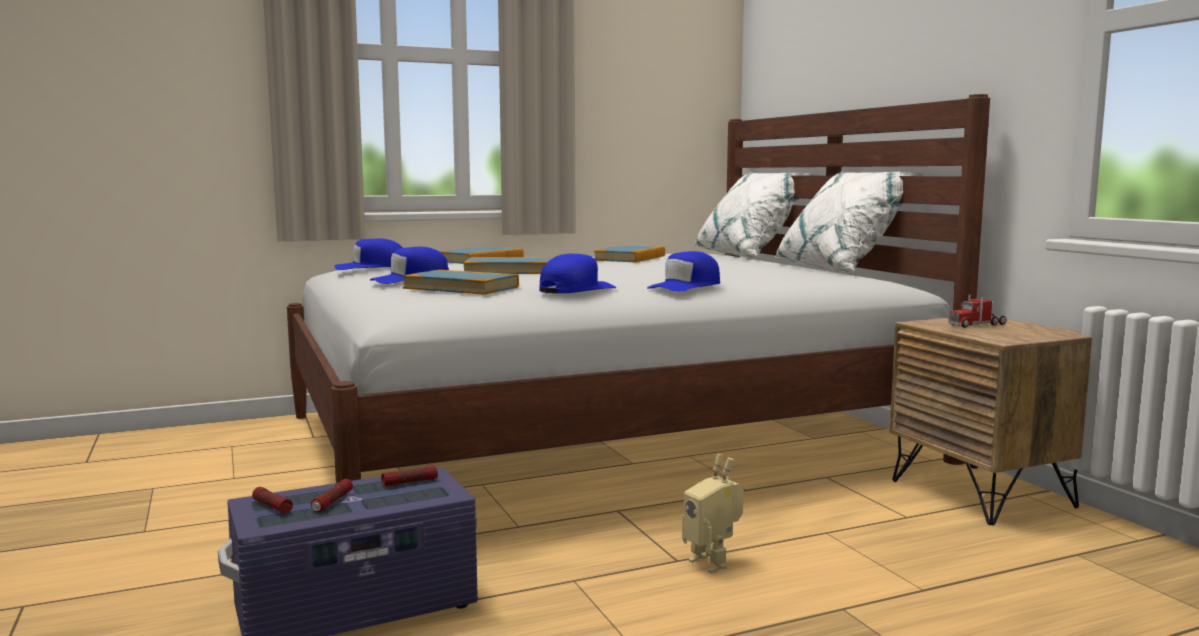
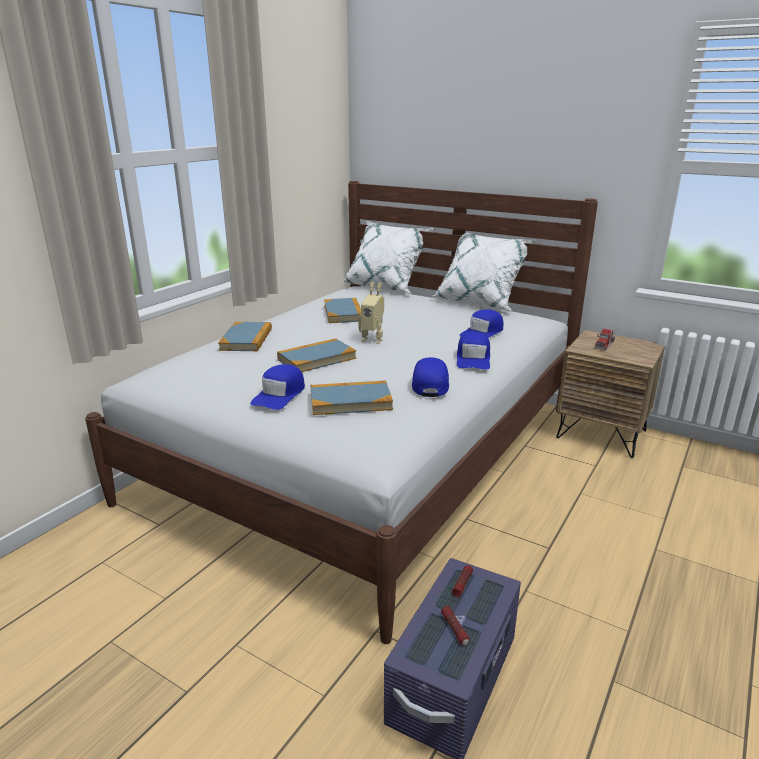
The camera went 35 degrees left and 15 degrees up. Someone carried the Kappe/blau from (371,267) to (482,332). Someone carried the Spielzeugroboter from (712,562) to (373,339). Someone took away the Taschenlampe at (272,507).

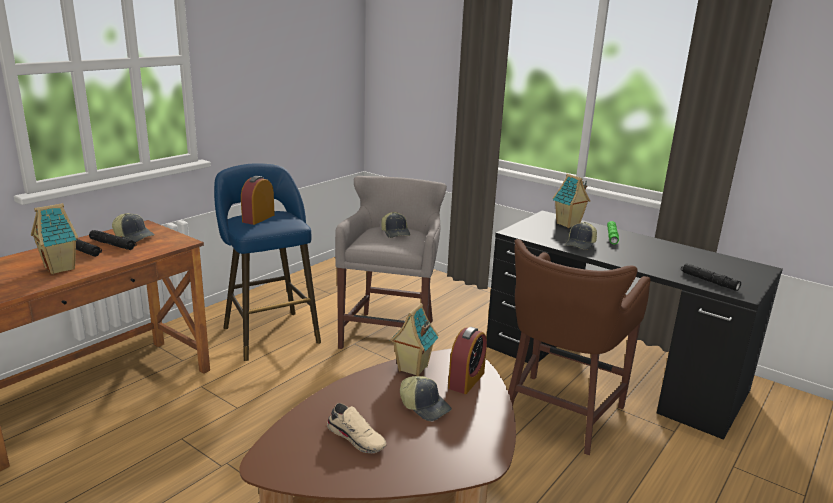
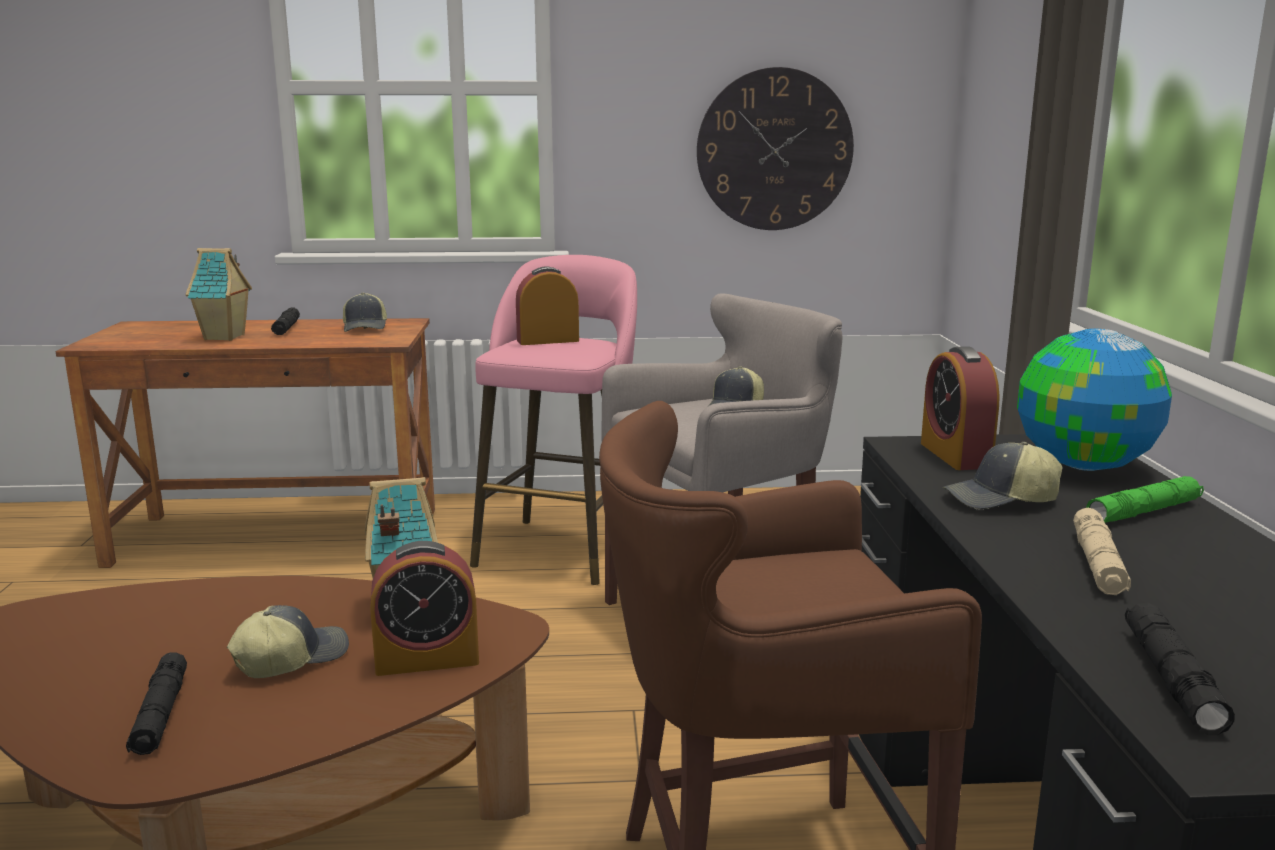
The camera went 50 degrees right and 5 degrees down. Someone repainted the Hocker/blau at (269,333), which became the Hocker/rosa at (562,547). Someone swapped the Spielzeughaus at (568,224) for the Globus at (1082,466). Someone carried the Taschenlampe/schwarz from (113,245) to (160,714). Someone rotated the Kappe at (425,406) by 135 degrees counterclockwise. Someone took away the Schuh/beige at (357,438). Someone put up the Wanduhr at (774,150). Someone put down the Wecker at (955,455). Someone put down the Taschenlampe/beige at (1097,564).

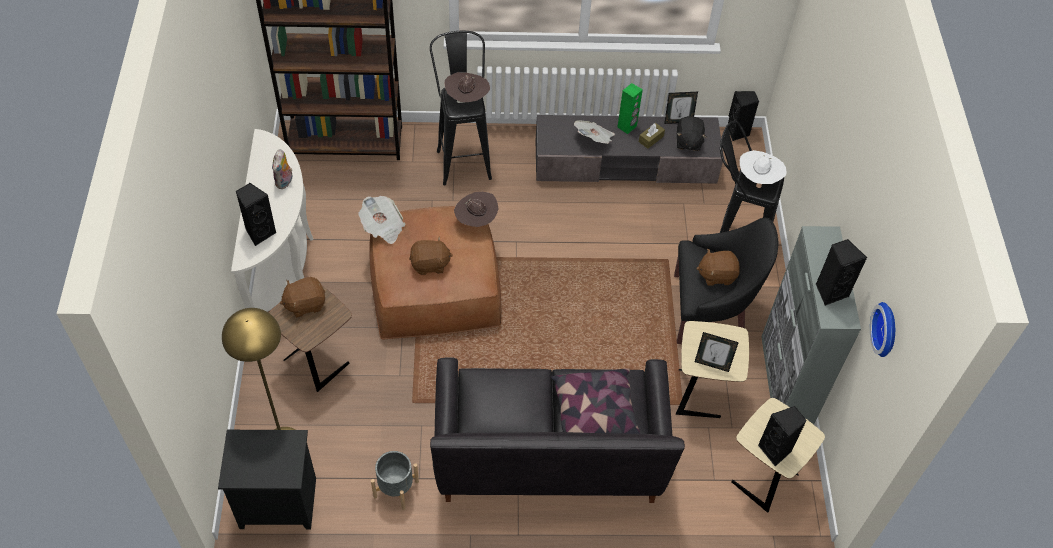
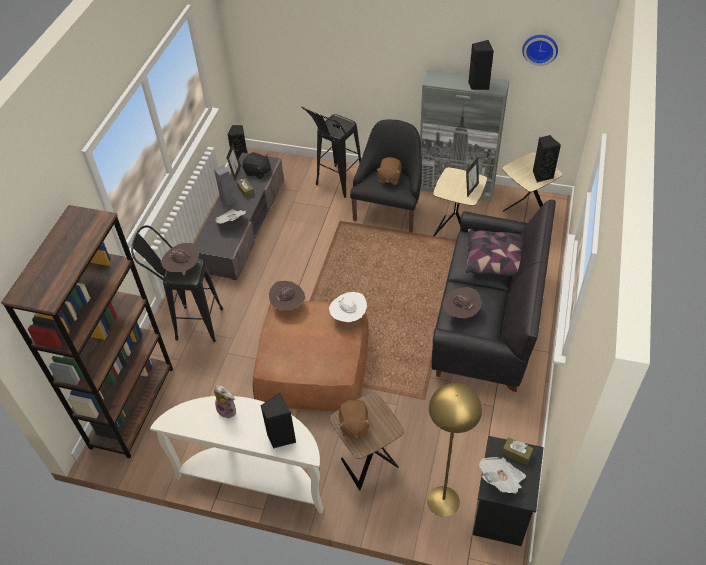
The camera went 70 degrees left and 5 degrees down. Someone repainted the Lautsprecher/grün at (627,127), which became the Lautsprecher/grau at (228,201). Someone carried the Hut/weiß from (758,179) to (348,316). Someone carried the Zeitung from (383,227) to (501,480). Someone took away the Plüschtier/braun at (430,264). Someone took away the Pflanzkübel/grau at (396,489). Someone put down the Hut/braun at (460,312). Someone put down the Taschentuchbox/braun at (516,453).

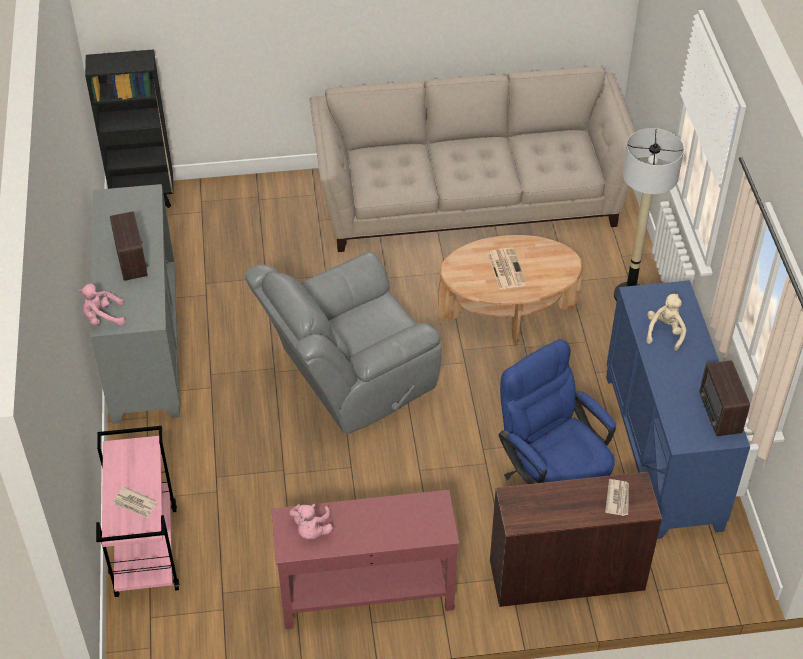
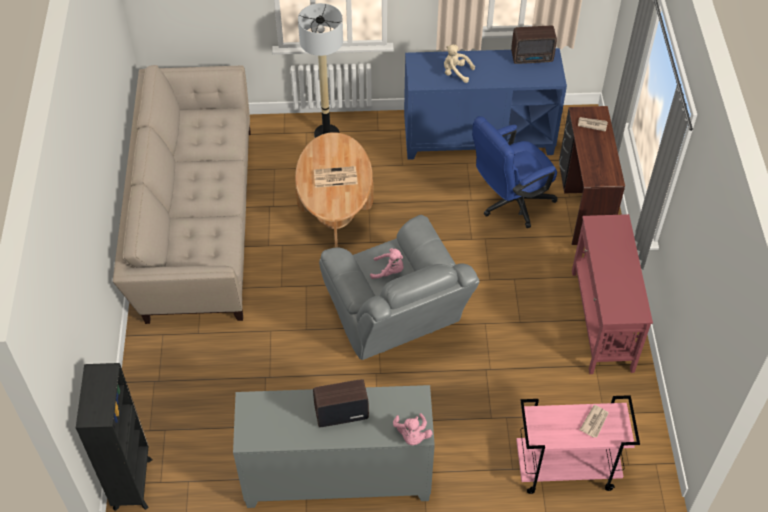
The camera went 85 degrees left and 5 degrees up. Someone carried the Plüschtier/rosa from (311,530) to (389,271).

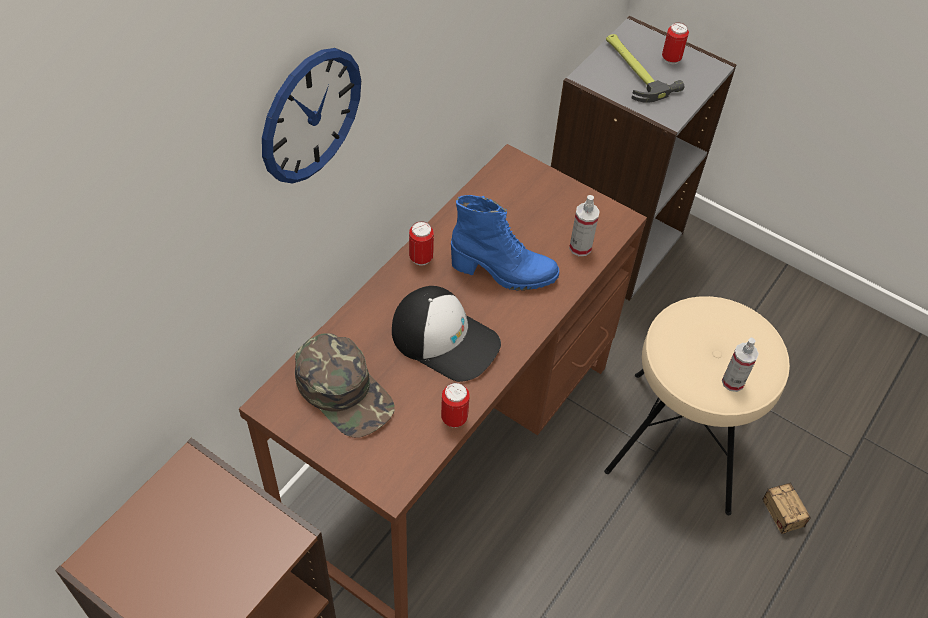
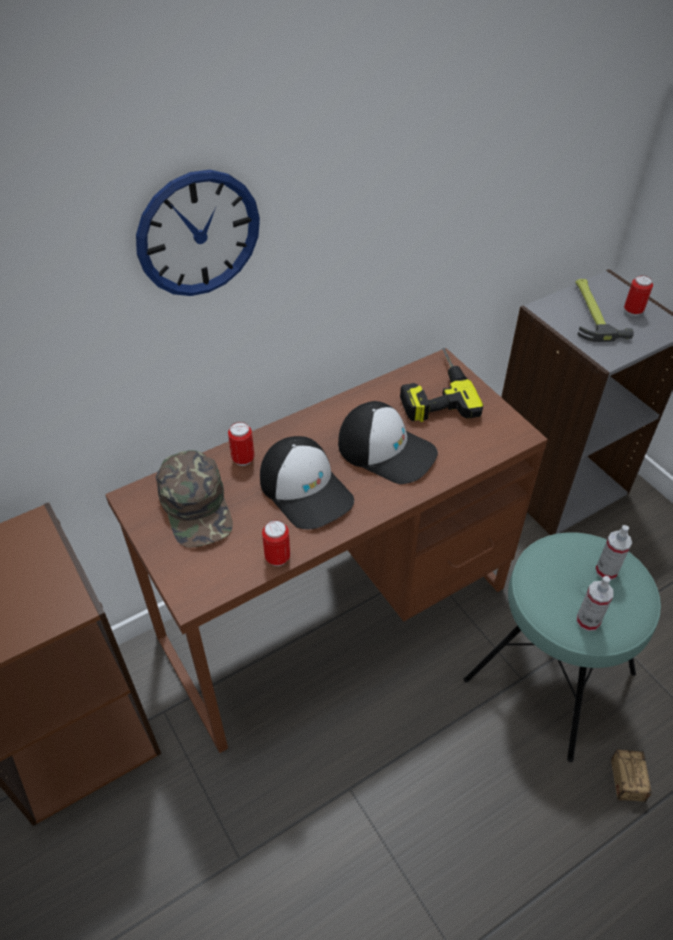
The camera went 25 degrees right and 5 degrees down. Someone swapped the Stiefel/blau at (503,273) for the Kappe at (387,450). Someone carried the Sprühflasche from (580,247) to (606,571). Someone carried the Dose from (421,258) to (243,459). Someone repainted the Hocker/beige at (681,441), which became the Hocker/türkis at (550,676). Someone put down the Bohrmaschine at (433,390).

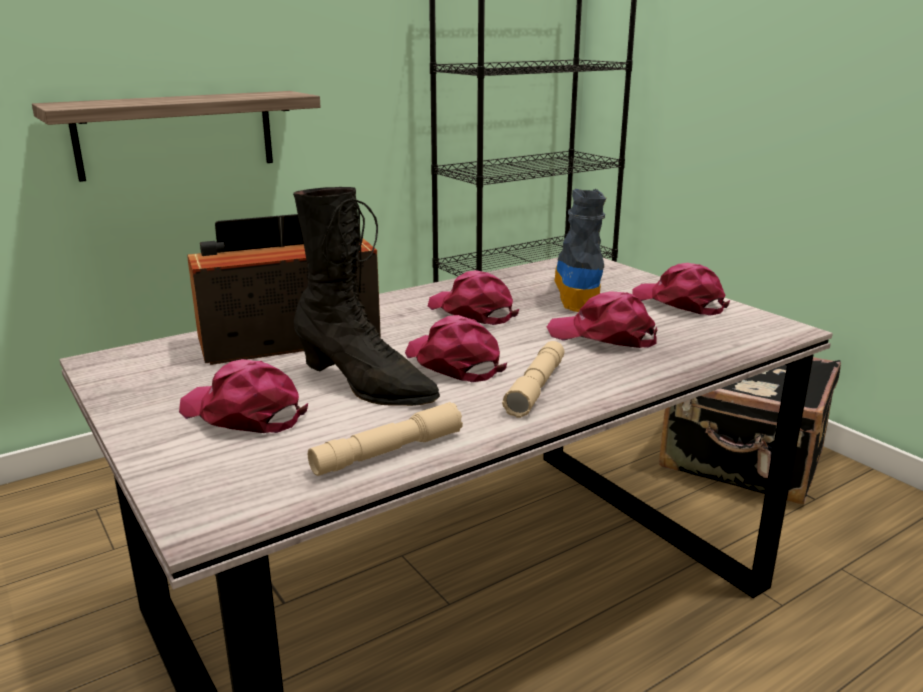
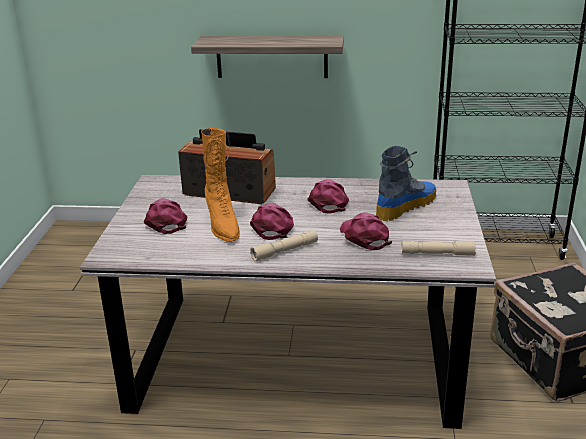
The camera went 40 degrees right and 5 degrees up. Someone repainted the Stiefel/schwarz at (365,386), which became the Stiefel/orange at (222,225). Someone took away the Kappe/rosa at (679,303). Someone carried the Taschenlampe/beige from (388,452) to (437,254).

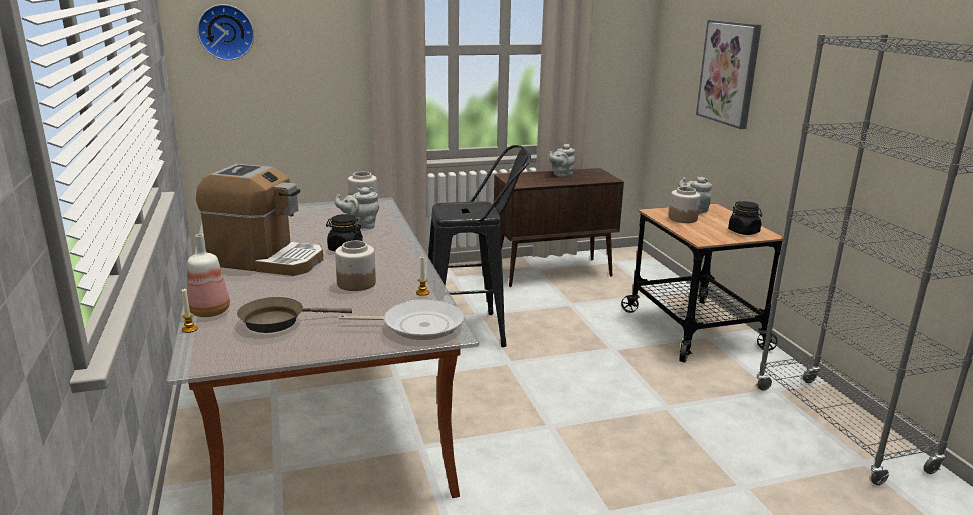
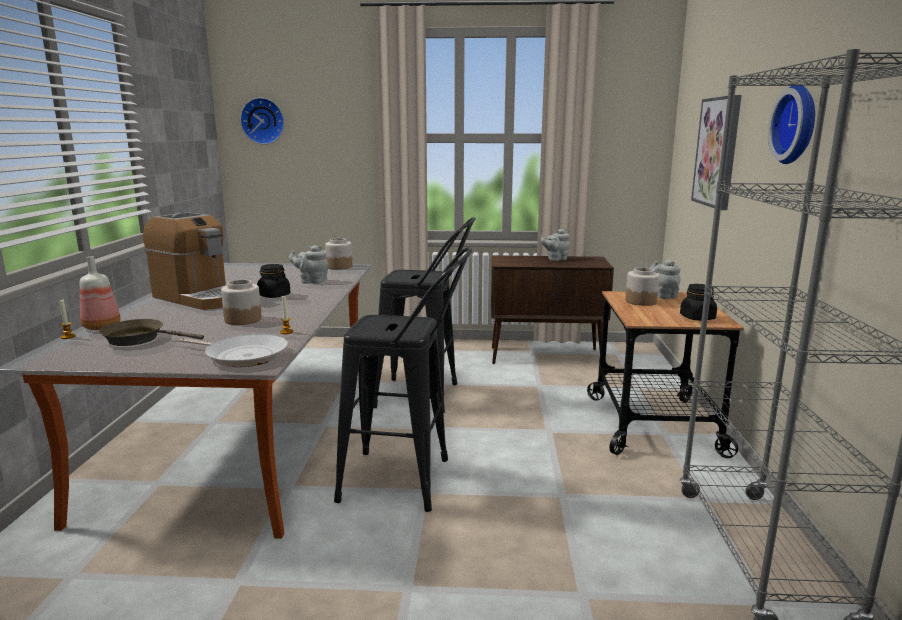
The camera went 20 degrees right and 5 degrees down. Someone put up the Wanduhr at (798,124). Someone put down the Hocker/schwarz at (408,482).

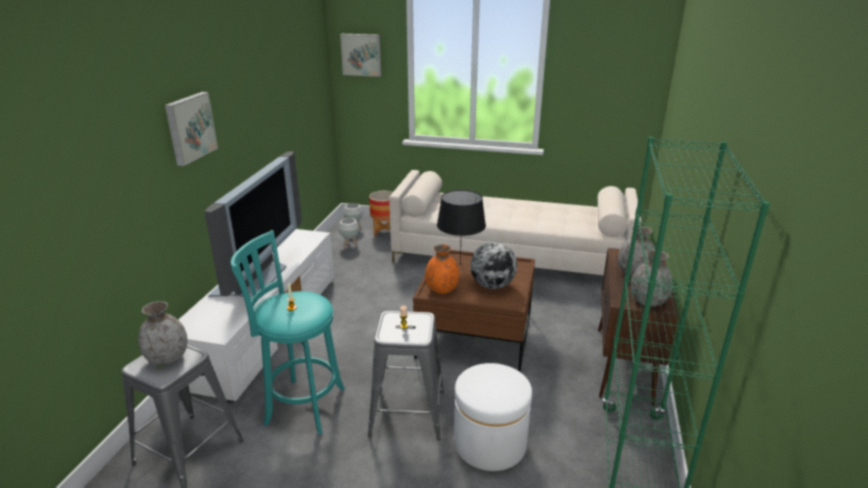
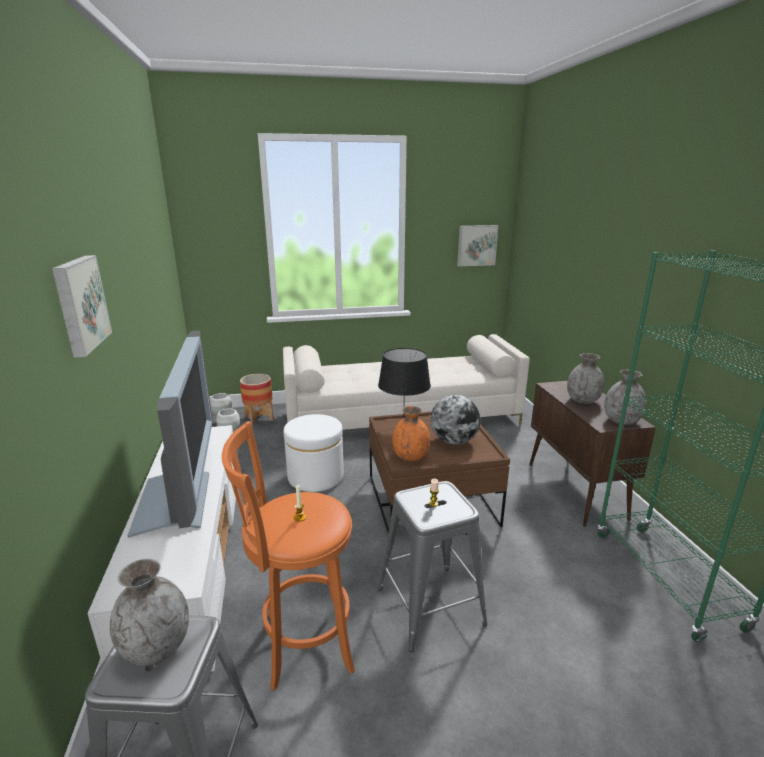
The camera went 25 degrees left and 5 degrees down. Someone carried the Bild from (361,54) to (476,245). Someone repainted the Hocker/türkis at (301,405), which became the Hocker/orange at (302,643). Someone carried the Polsterhocker/weiß from (490,443) to (315,476).

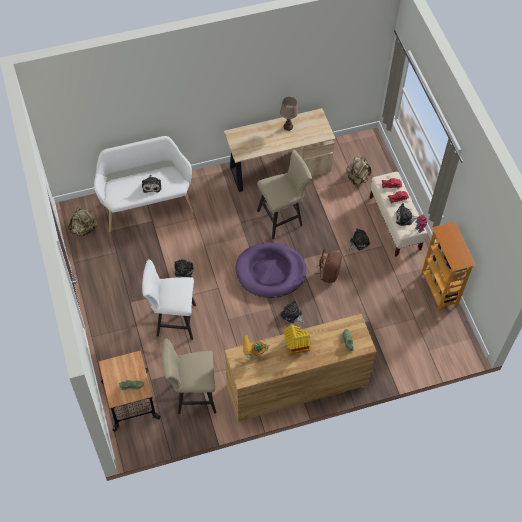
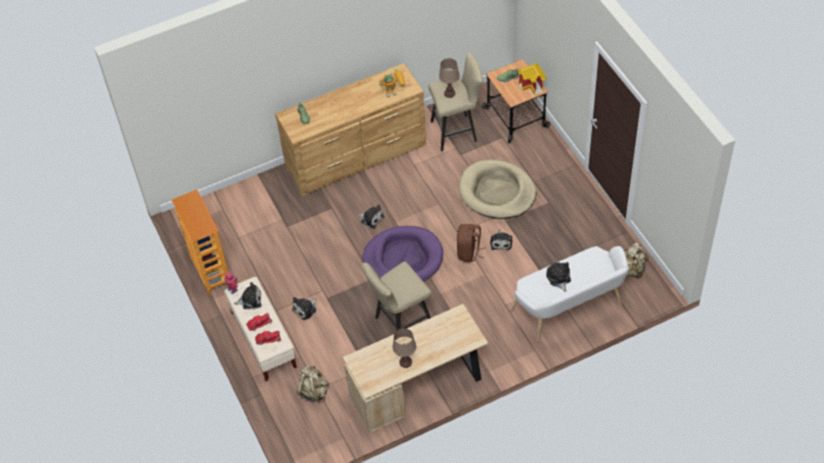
The camera went 175 degrees right and 5 degrees down. Someone carried the Rucksack/braun from (328,273) to (469,252). Someone swapped the Hocker/weiß at (172,321) for the Hundebett/beige at (497,192). Someone carried the Spielzeughaus from (295,346) to (532,85). Someone put down the Tischlampe/braun at (449,93).

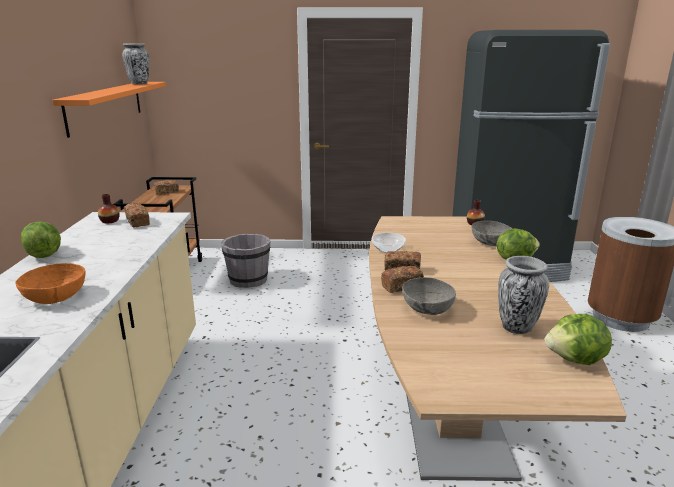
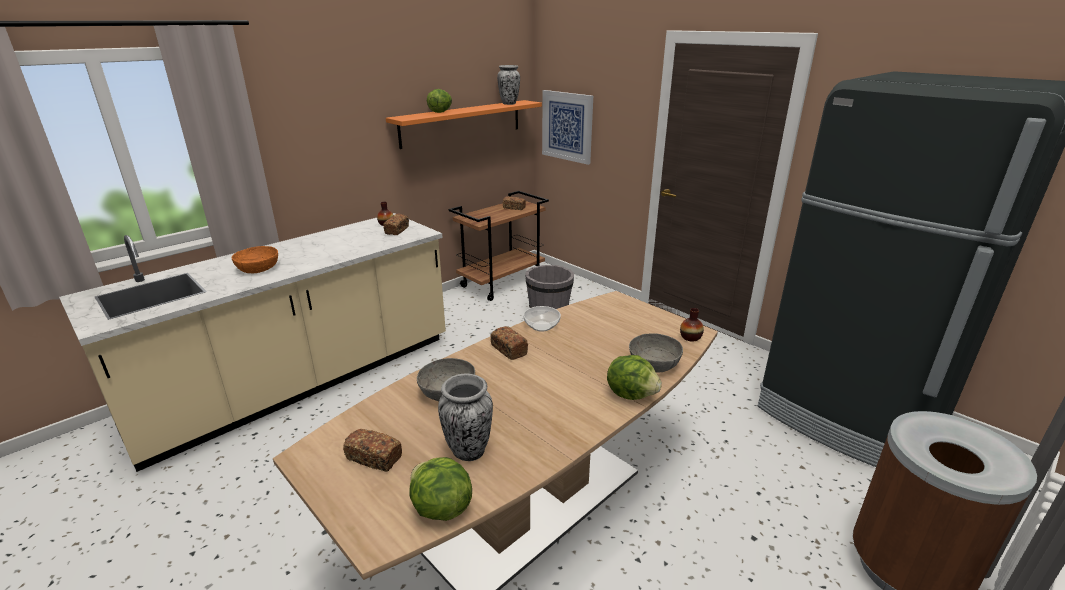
The camera went 45 degrees right and 5 degrees up. Someone carried the Salatkopf from (44,253) to (441,112). Someone carried the Brot from (401,286) to (374,458). Someone put up the Bild at (567,126).

